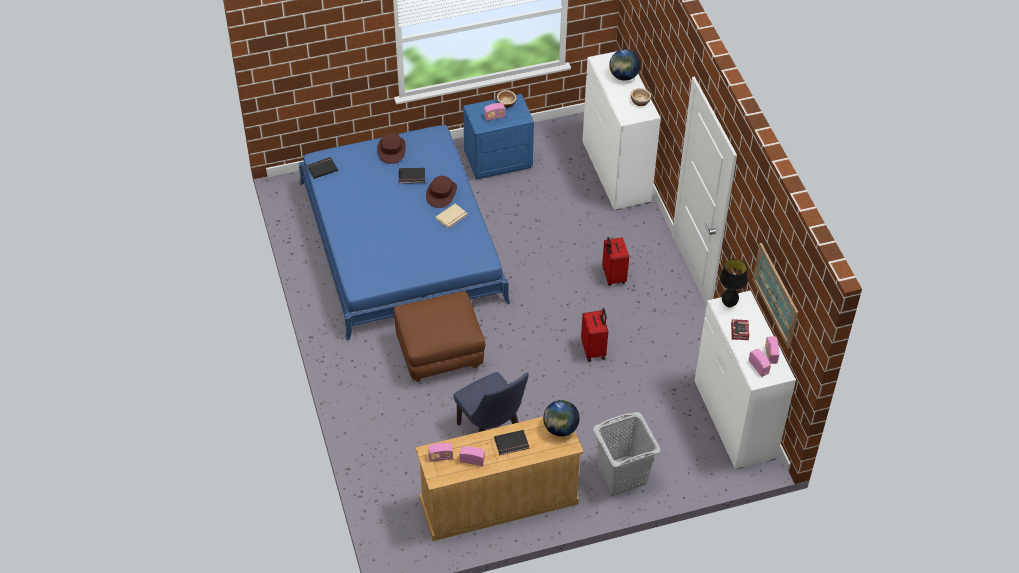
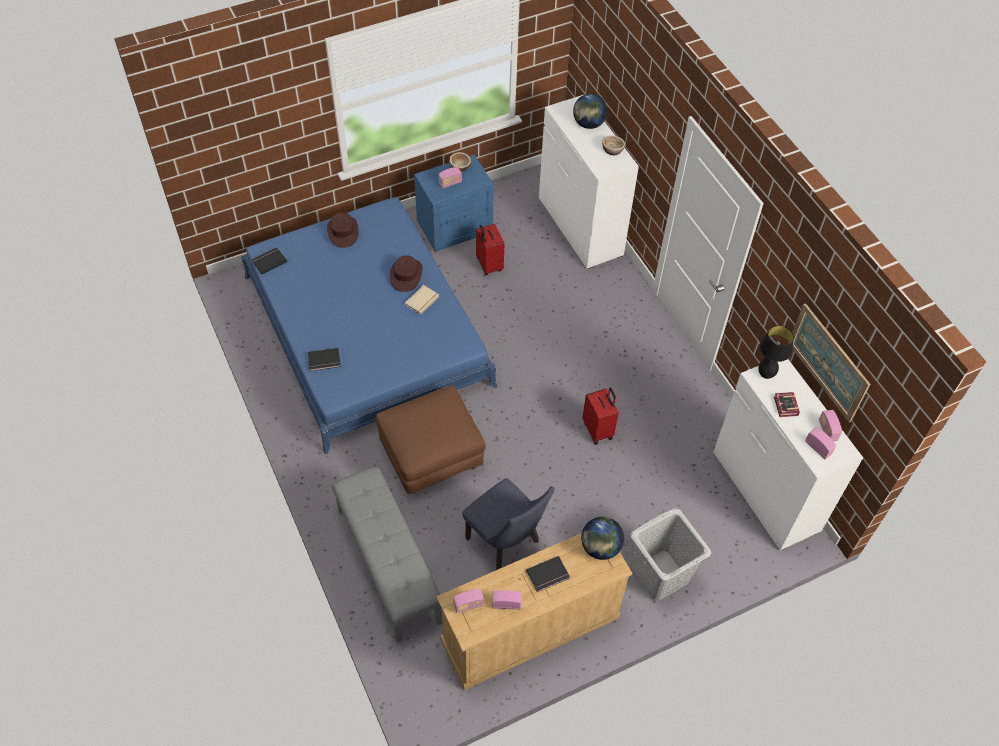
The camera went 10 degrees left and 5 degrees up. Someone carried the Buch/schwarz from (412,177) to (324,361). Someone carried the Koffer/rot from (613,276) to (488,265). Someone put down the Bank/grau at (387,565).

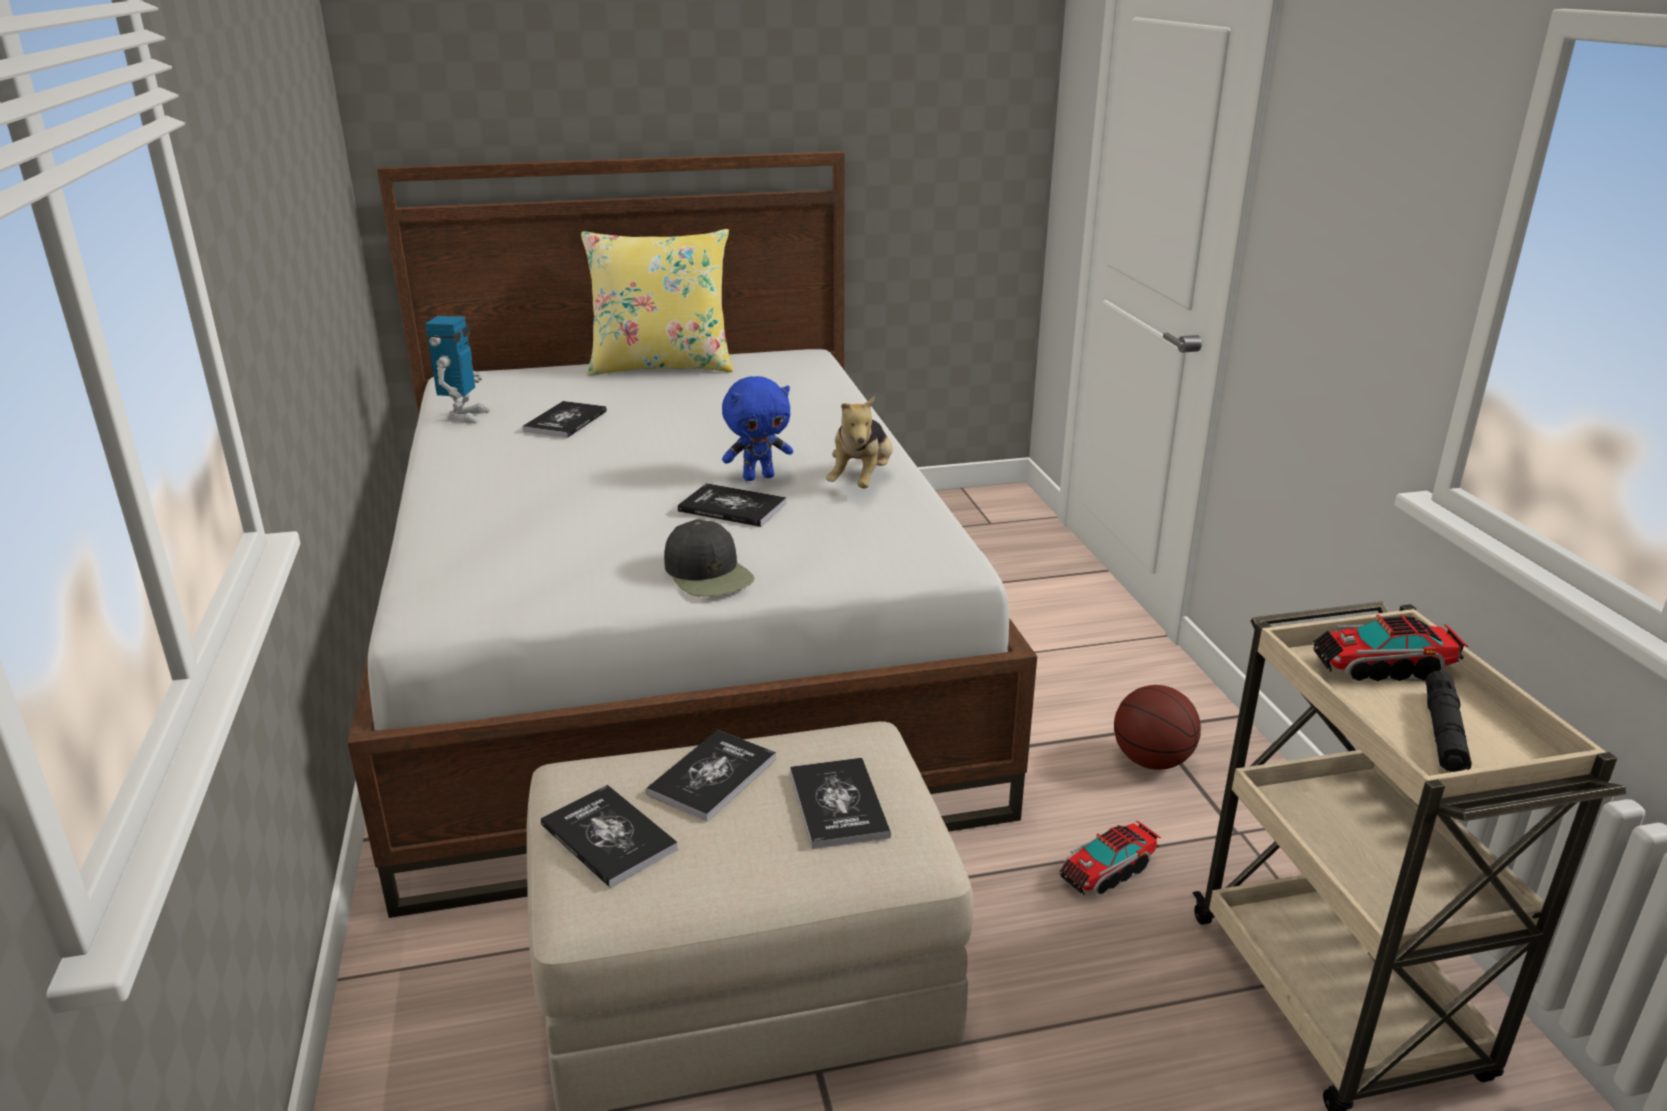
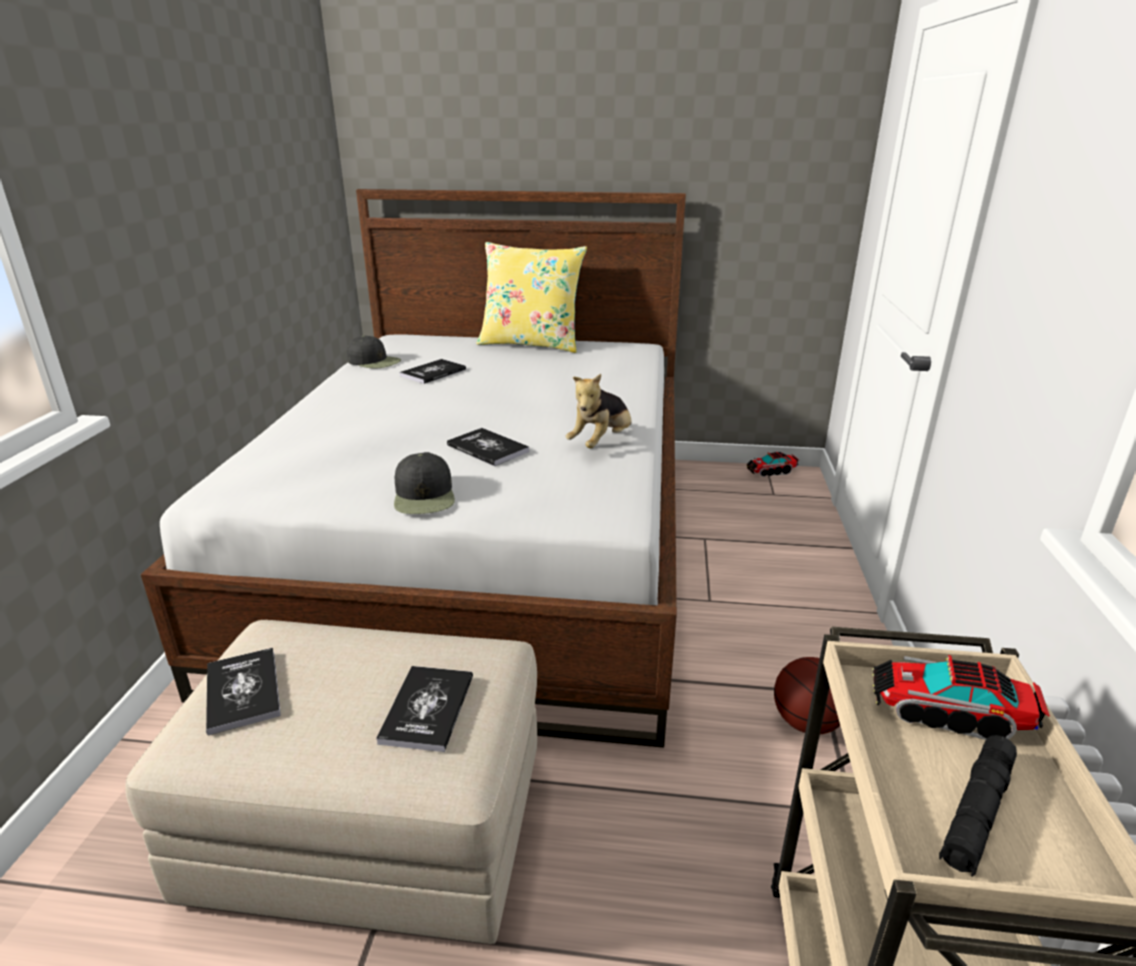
The camera went 20 degrees right and 0 degrees up. Someone swapped the Spielzeugroboter at (464,416) for the Kappe/schwarz at (374,361). Someone took away the Plüschtier/blau at (758,477). Someone took away the Buch at (712,776). Someone carried the Spielzeuglaster from (1107,871) to (771,471).

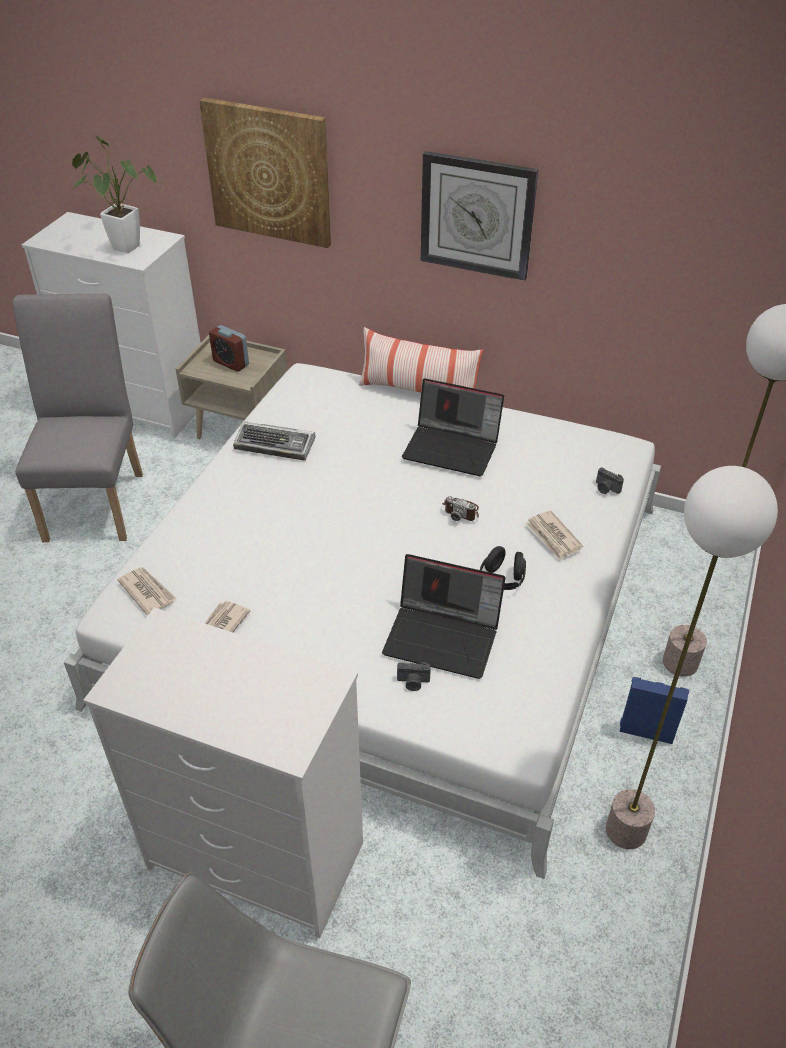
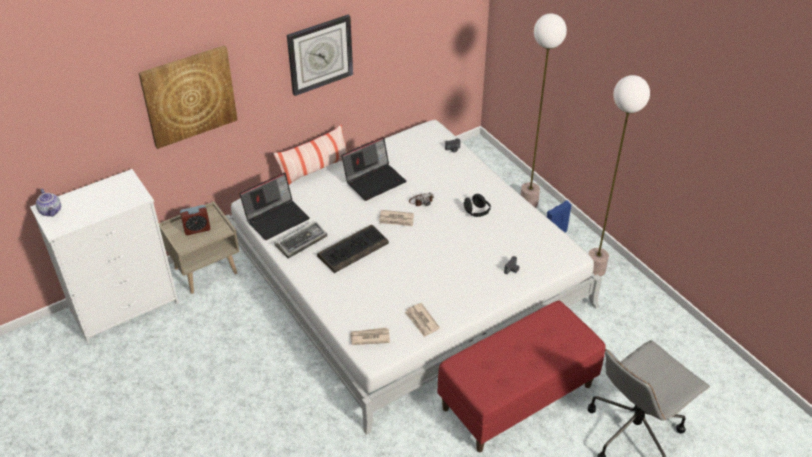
The camera went 55 degrees left and 0 degrees up. Someone took away the Topfpflanze at (122,246). Someone took away the Stuhl/grau at (97,499). Someone carried the Zeitung from (553,537) to (396,219). Someone carried the Laptop from (444,637) to (277,218). Someone swapped the Kommode/weiß at (258,856) for the Bank/rot at (517,396). Someone put down the Teekanne at (51,211). Someone put down the Tastatur at (353,249).

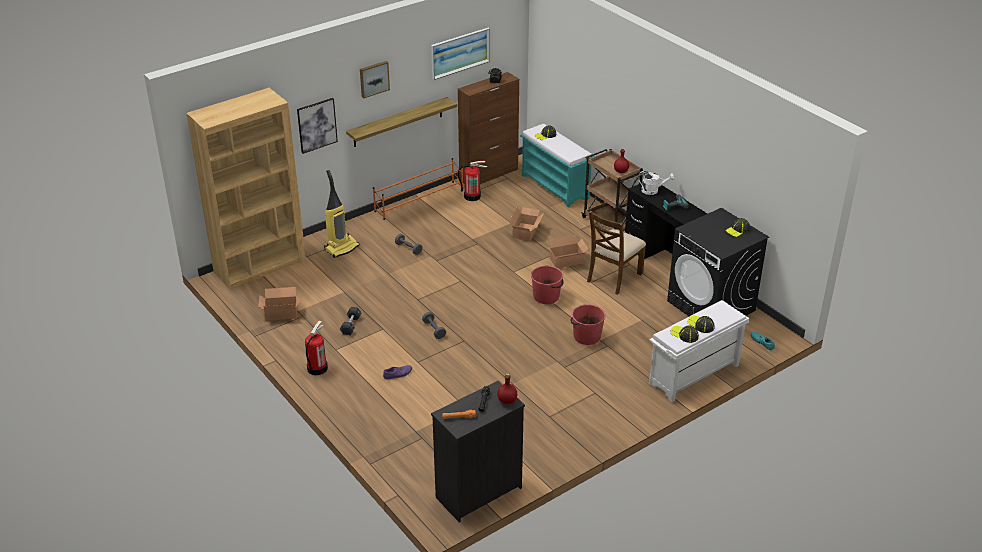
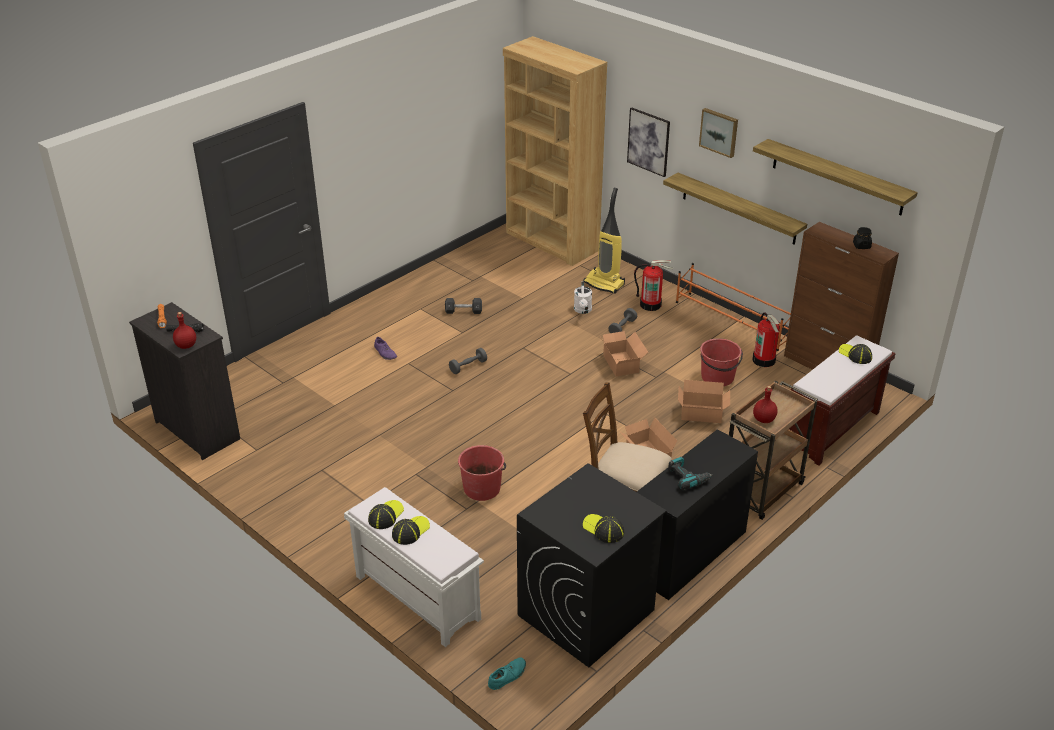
The camera went 80 degrees right and 0 degrees up. Someone swapped the Bild at (460,53) for the Wandregal at (837,177). Someone repainted the Bank/türkis at (555,187), which became the Bank/braun at (831,430). Someone carried the Gießkanne/weiß from (653,191) to (583,310). Someone carried the Eimer/rot from (546,296) to (718,377). Someone carried the Karton from (280,312) to (622,363). Someone carried the Feuerlöscher from (317,368) to (650,304).

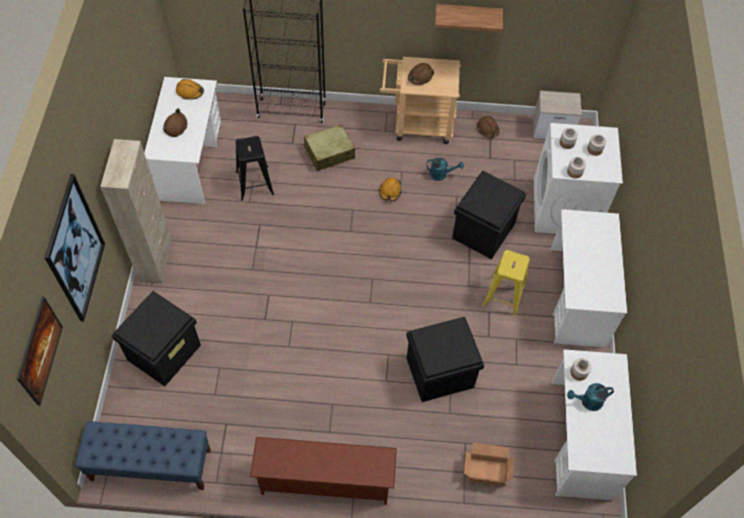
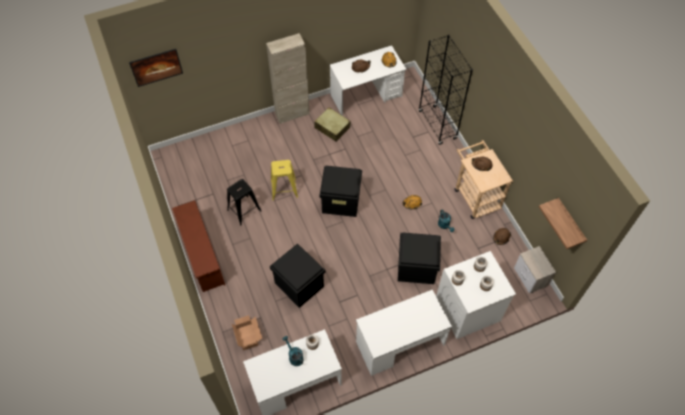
The camera went 65 degrees right and 0 degrees up. Someone carried the Wandregal from (468,15) to (570,223). Someone carried the Koffer/beige from (329,153) to (332,127). Someone carried the Hocker/schwarz from (254,182) to (244,210). Someone took away the Bild at (75,250). Someone carried the Hocker/gelb from (504,296) to (284,189). Someone carried the Aufbewahrungsbox/schwarz from (164,352) to (341,201). Someone took away the Bank/blau at (150,465).

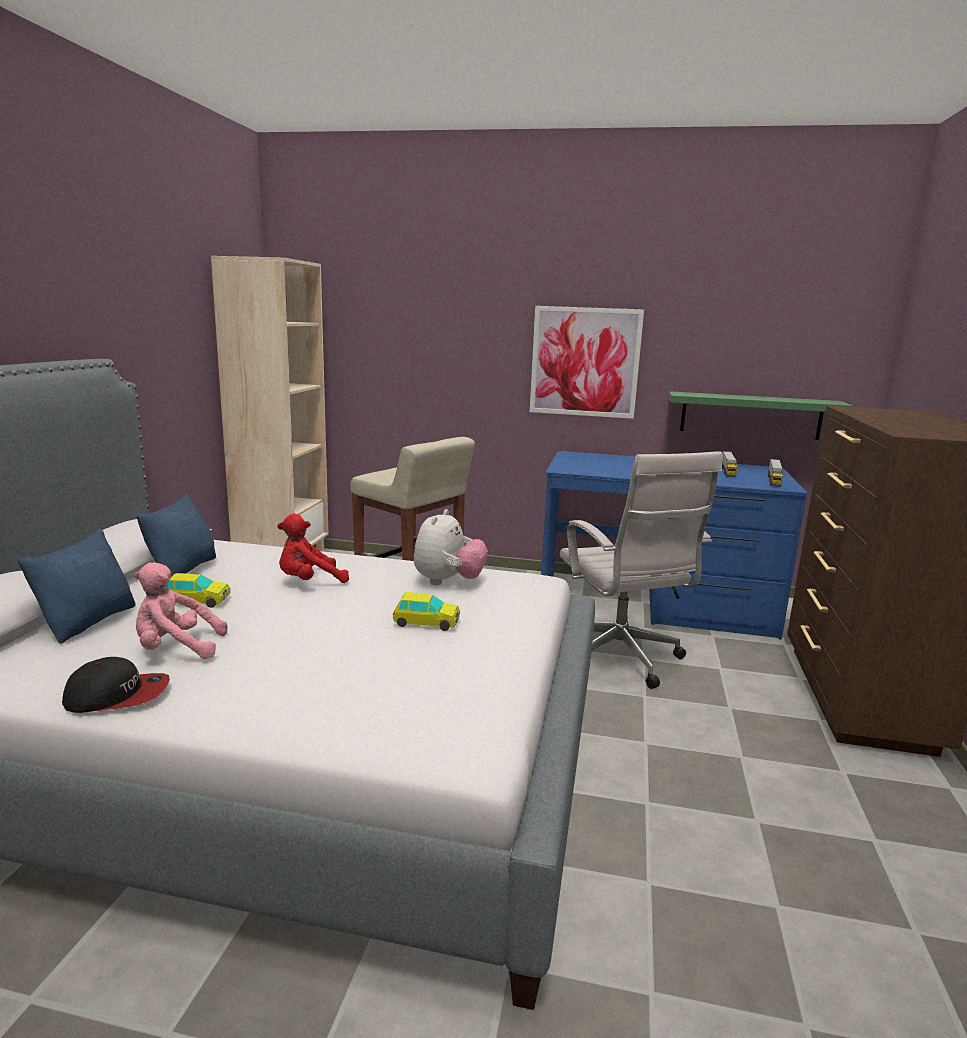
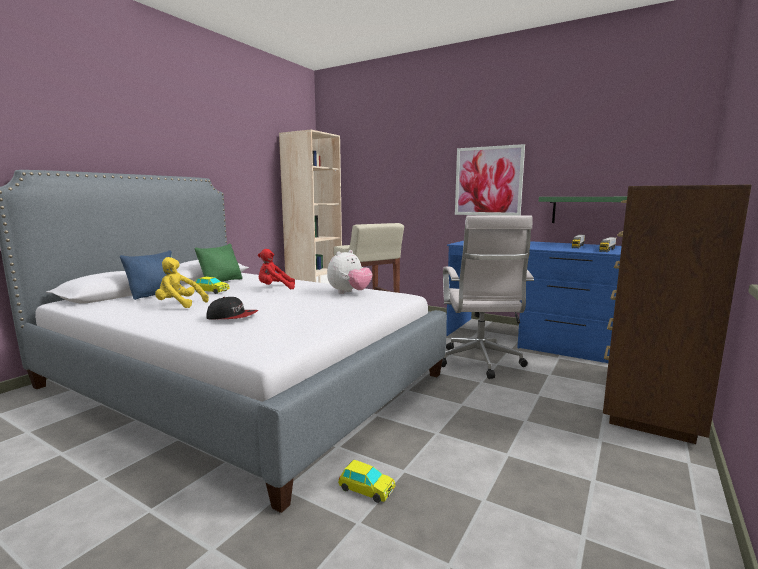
The camera went 20 degrees right and 5 degrees down. Someone repainted the Kissen/blau at (183,569), which became the Kissen/grün at (221,281). Someone repainted the Plüschtier/rosa at (176,649), which became the Plüschtier/gelb at (179,304). Someone carried the Spielzeugauto from (426,622) to (366,489). Someone carried the Kappe from (118,696) to (232,316).

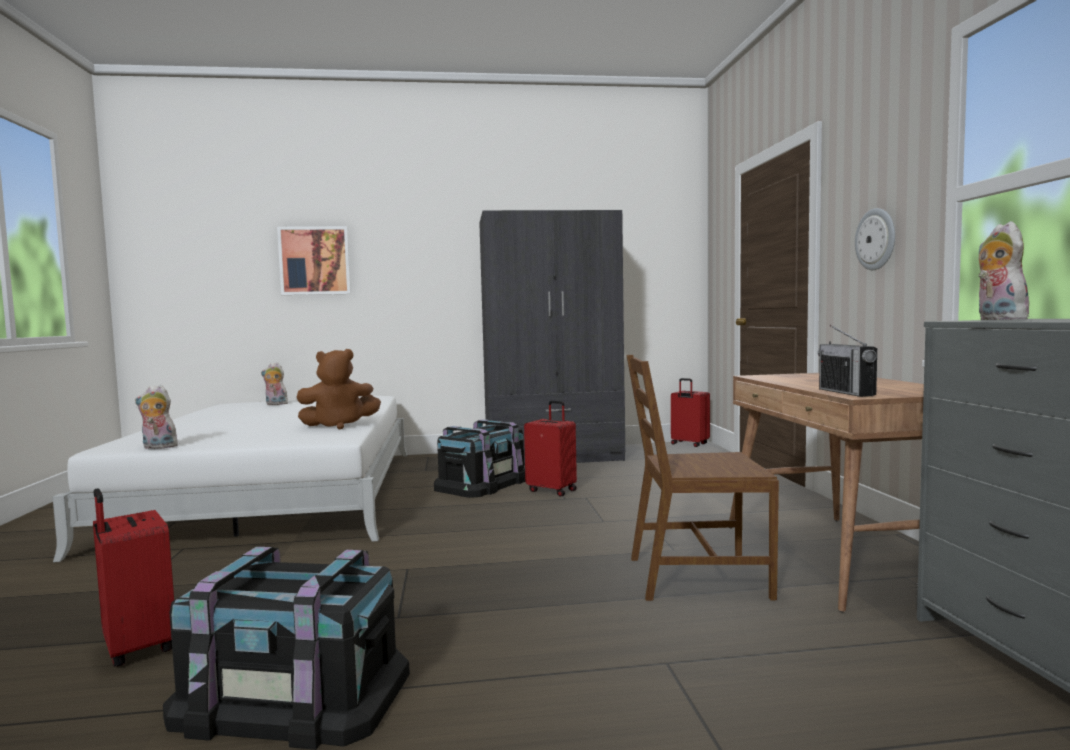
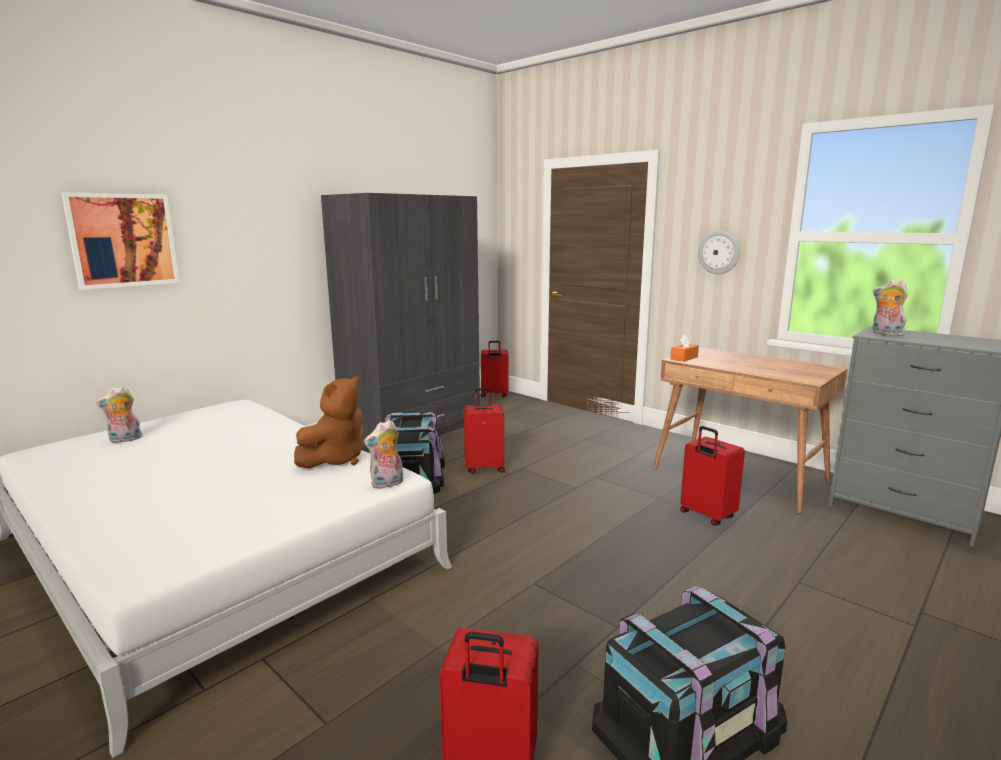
The camera went 40 degrees left and 10 degrees up. Someone took away the Radio at (846,392). Someone swapped the Stuhl/braun at (696,577) for the Koffer/rot at (706,515). Someone carried the Plüschtier from (158,447) to (387,484). Someone put down the Taschentuchbox/orange at (684,358).

